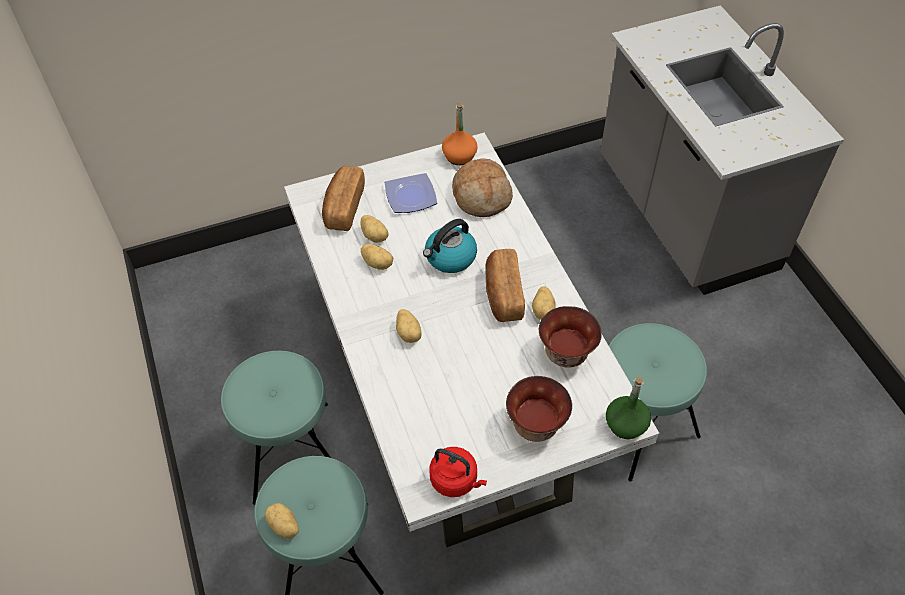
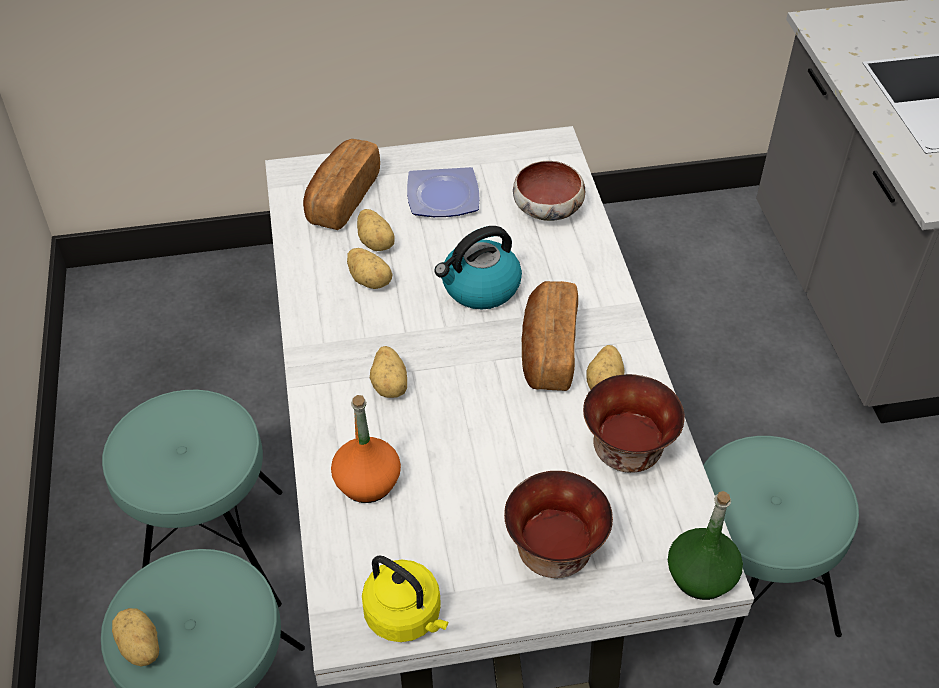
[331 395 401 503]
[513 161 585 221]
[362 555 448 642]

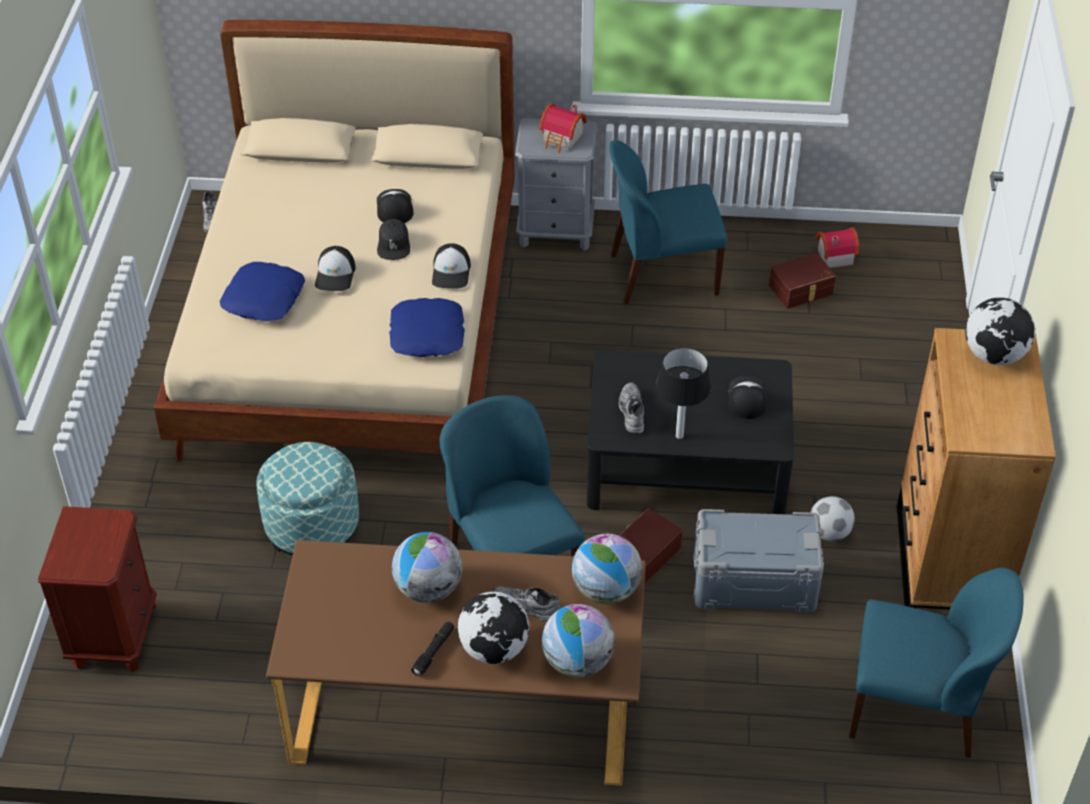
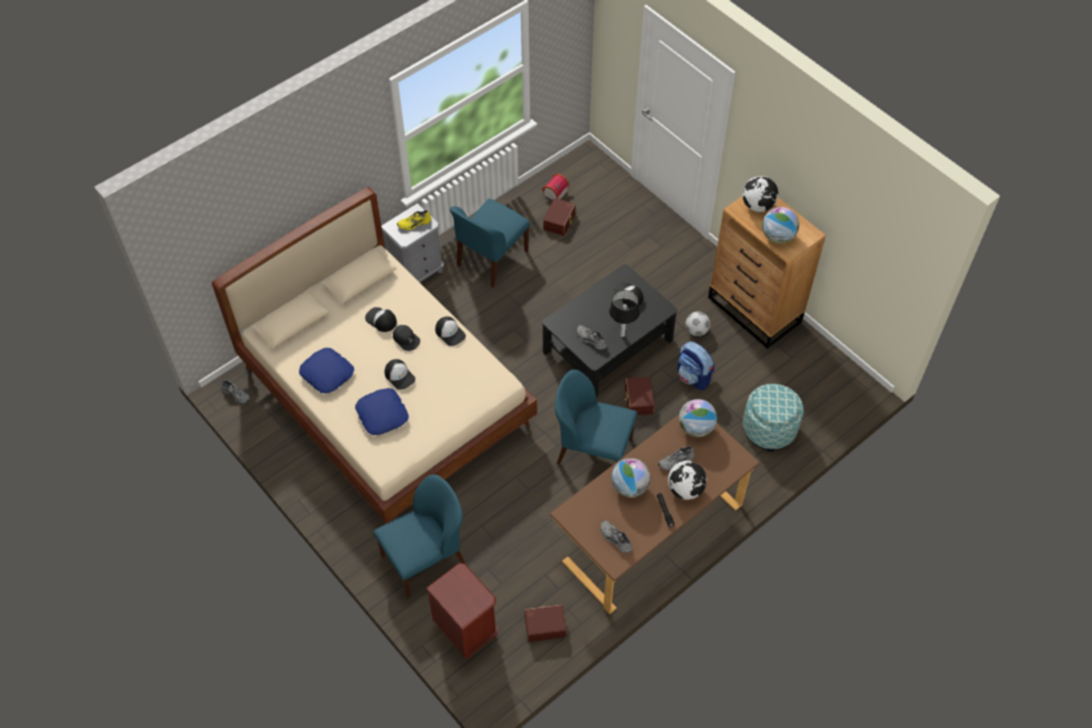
[397 210 431 230]
[299 348 354 394]
[743 384 804 452]
[677 341 715 390]
[373 474 466 598]
[762 207 799 244]
[601 520 632 553]
[524 605 566 642]

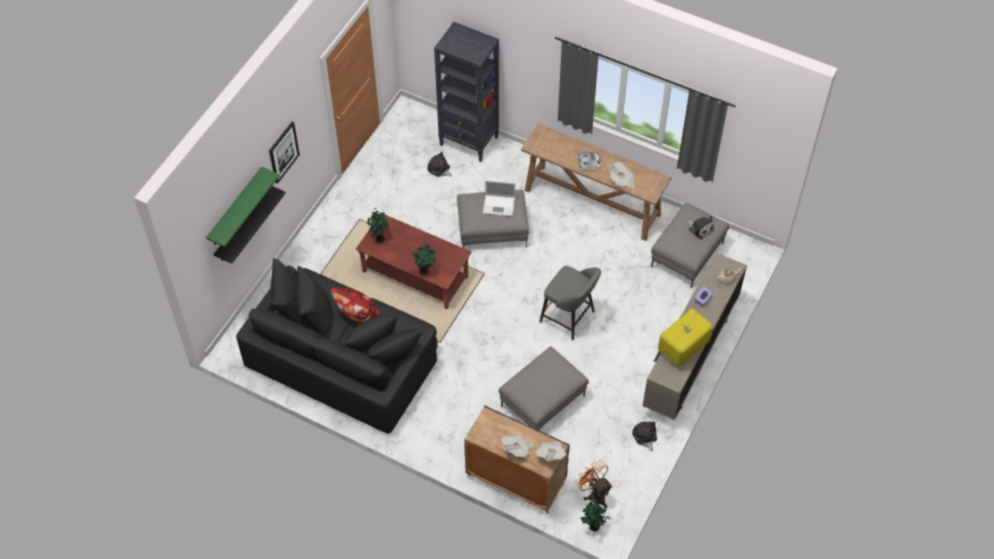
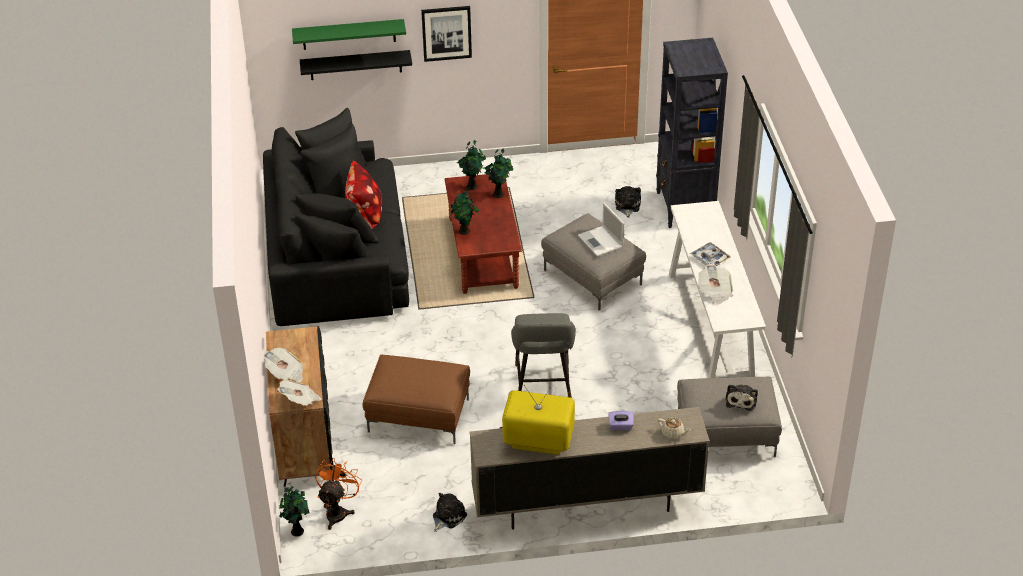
[669 201 766 378]
[363 355 470 444]
[483 149 513 198]

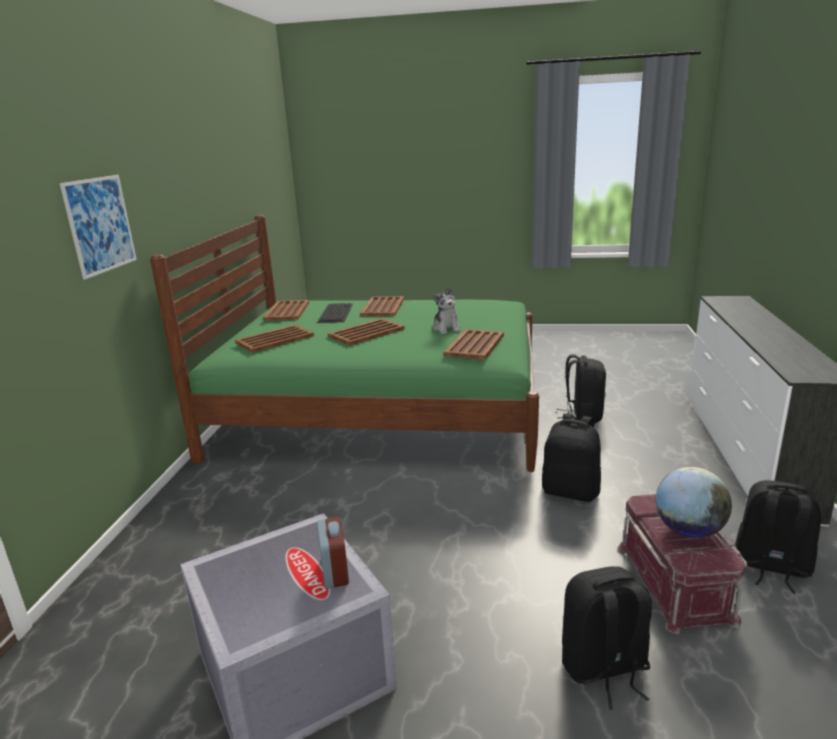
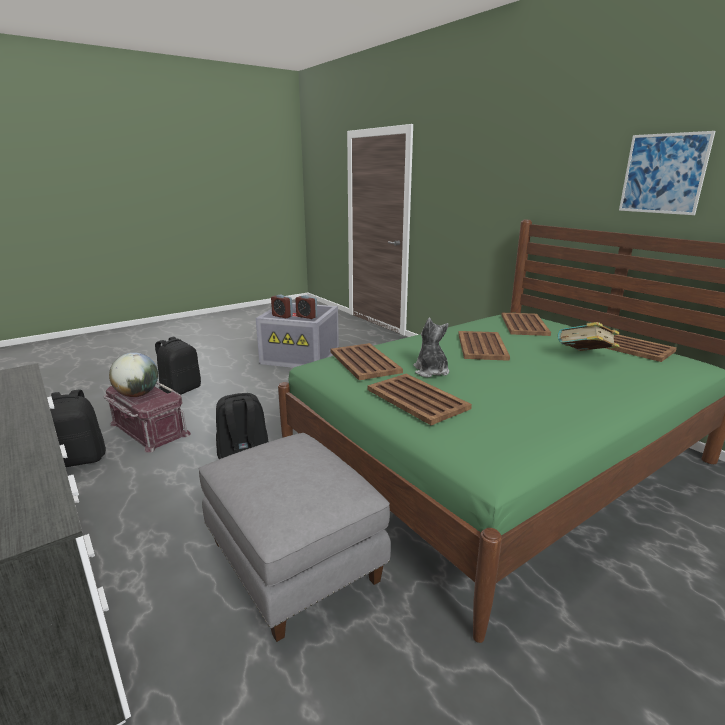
[619 131 715 215]
[413 318 449 378]
[368 374 472 425]
[557 322 620 351]
[199 433 391 642]
[295 295 317 319]

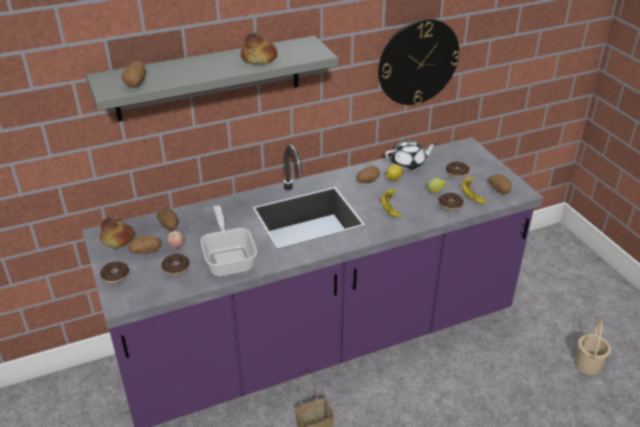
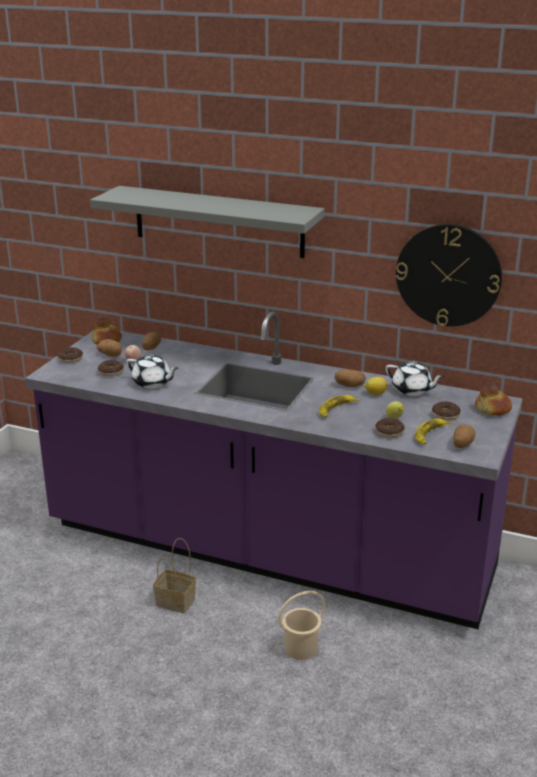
[475 383 512 416]
[122 61 146 87] (first image)
[126 355 178 389]
[278 591 325 660]

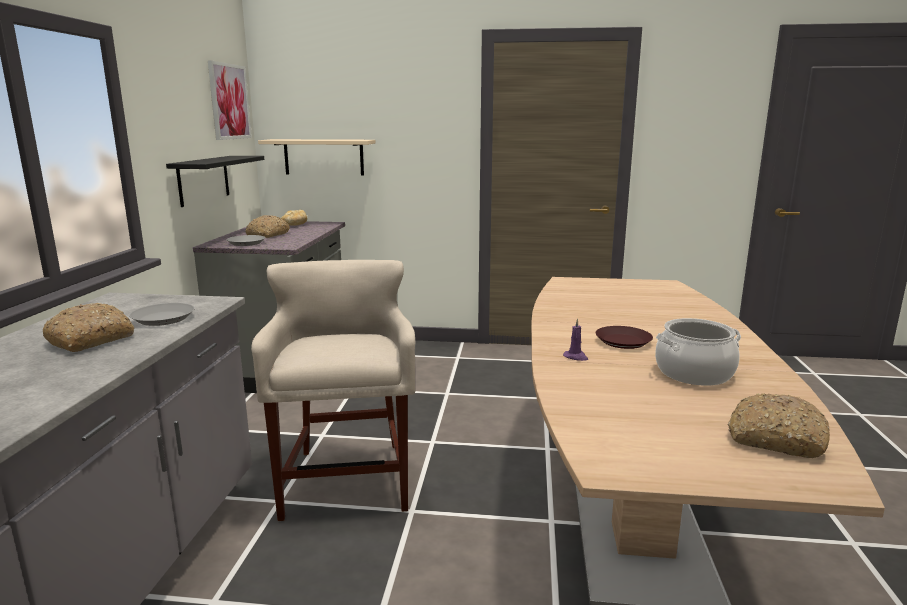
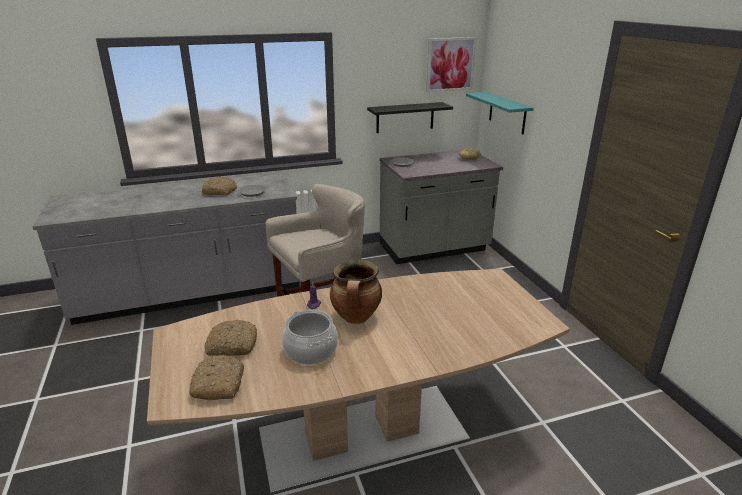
[466 92 534 134]
[204 320 257 356]
[330 260 382 324]

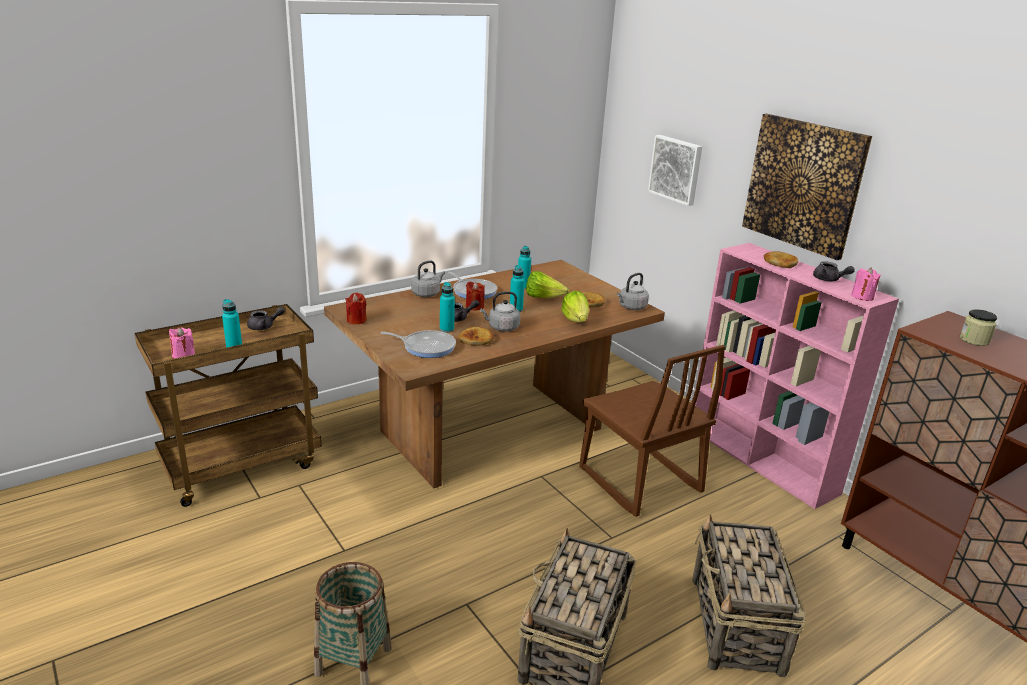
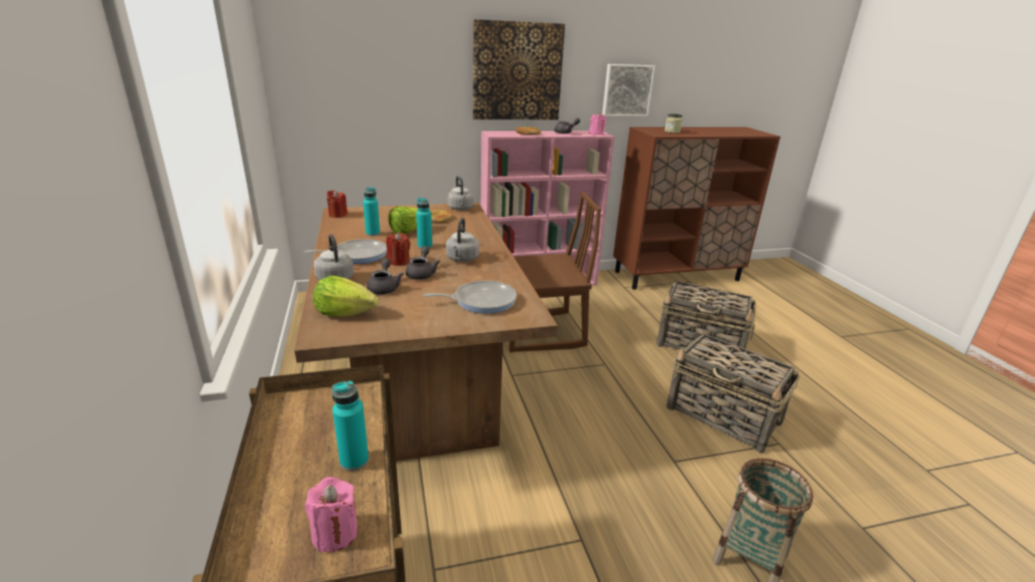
[602 64 655 117]
[440 282 455 333] (first image)
[313 276 378 317]
[327 190 348 218]
[367 258 404 294]
[458 327 494 346] (first image)
[423 281 517 314]

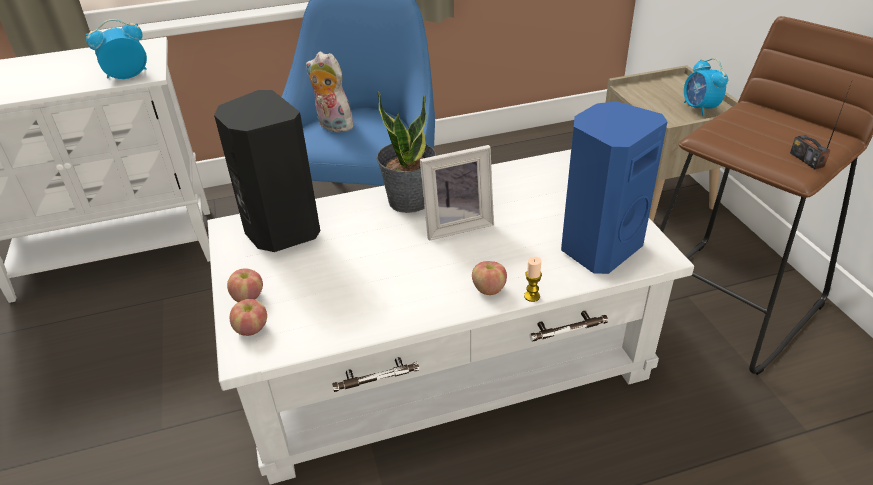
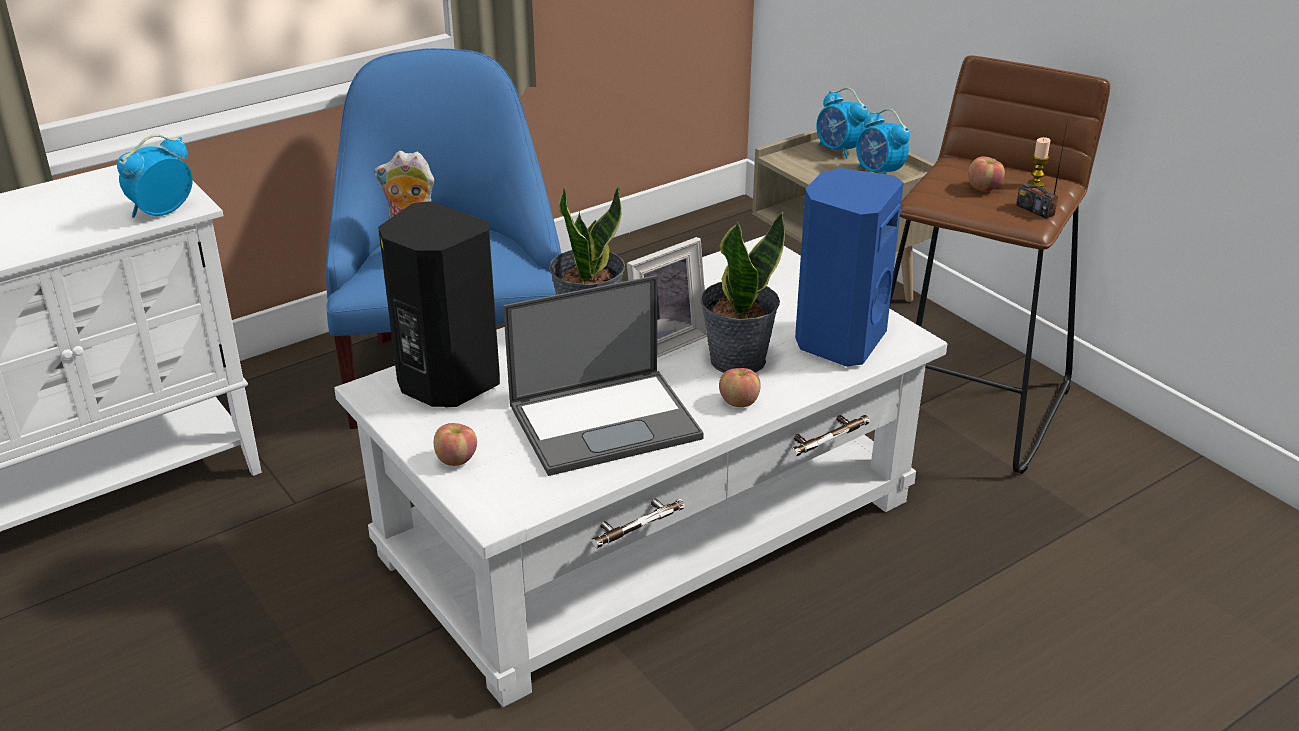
[1028 137 1051 187]
[968 156 1005 191]
[816 88 868 159]
[700 211 785 373]
[503 275 704 476]

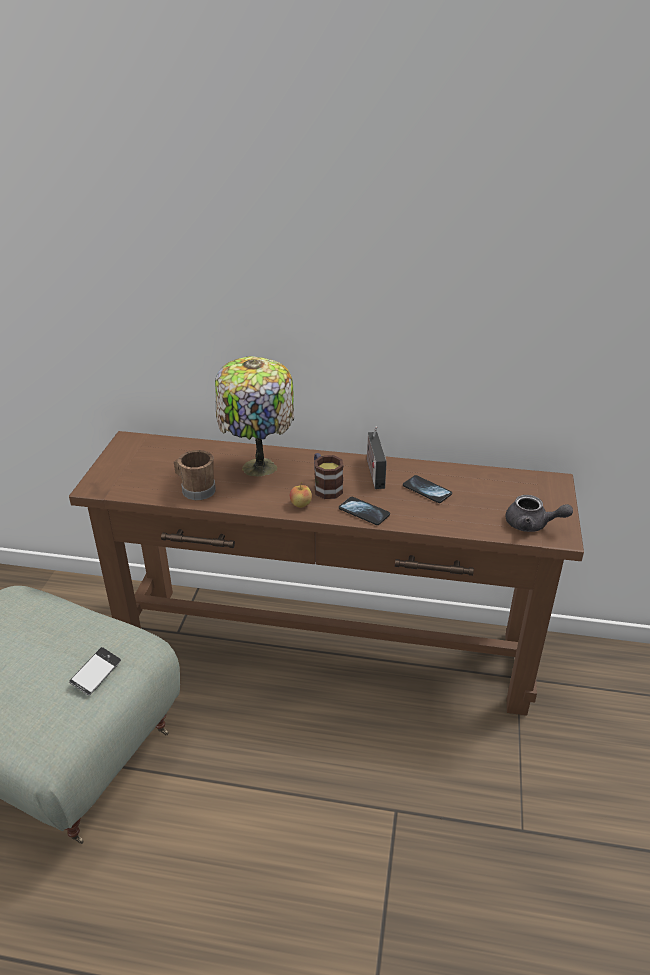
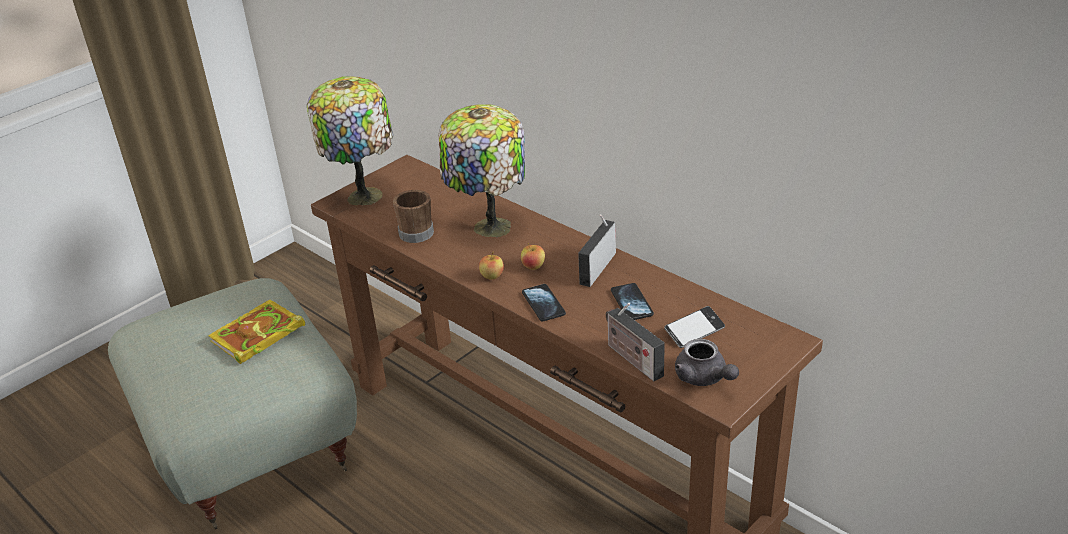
[521 243 545 270]
[664 306 725 348]
[307 76 393 206]
[208 300 305 364]
[606 303 665 381]

